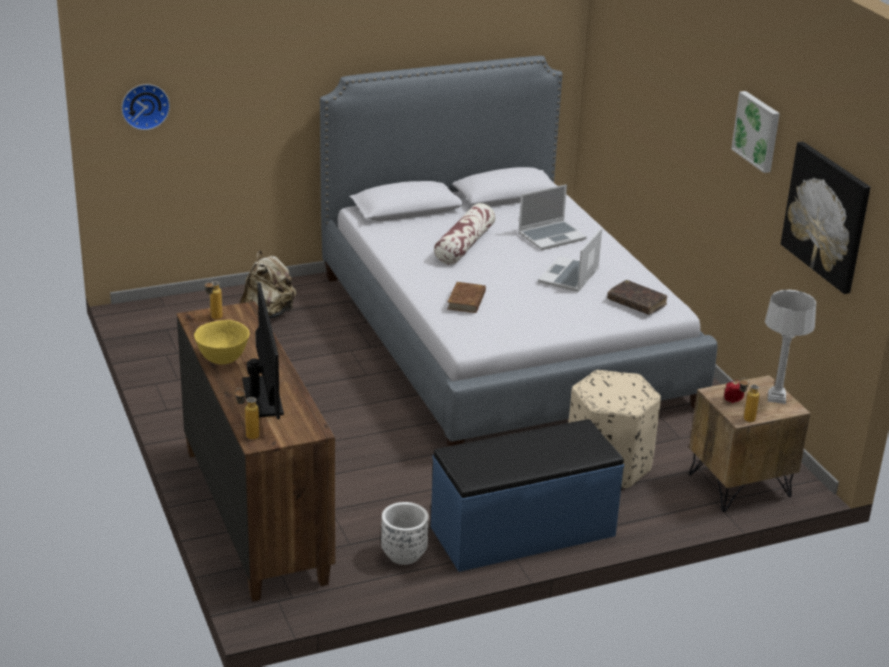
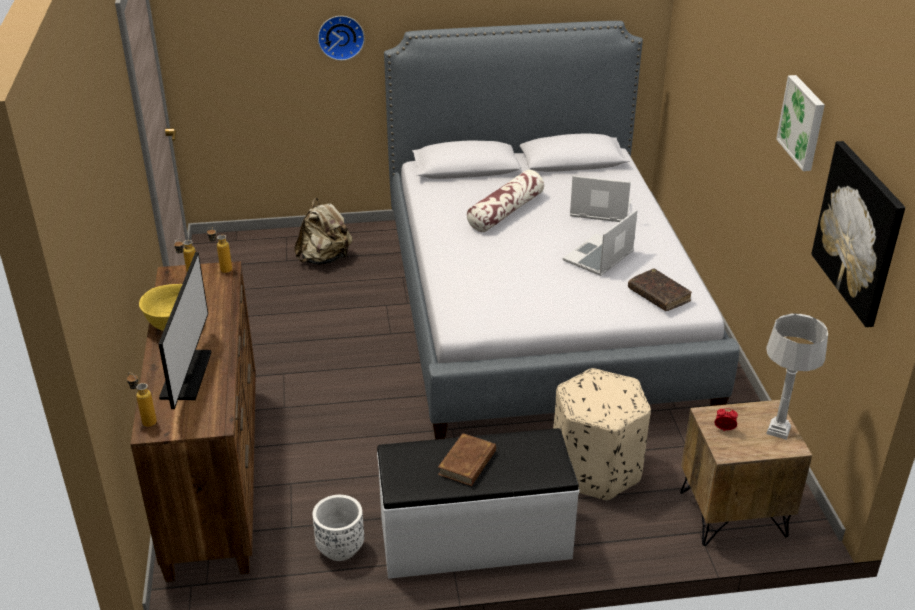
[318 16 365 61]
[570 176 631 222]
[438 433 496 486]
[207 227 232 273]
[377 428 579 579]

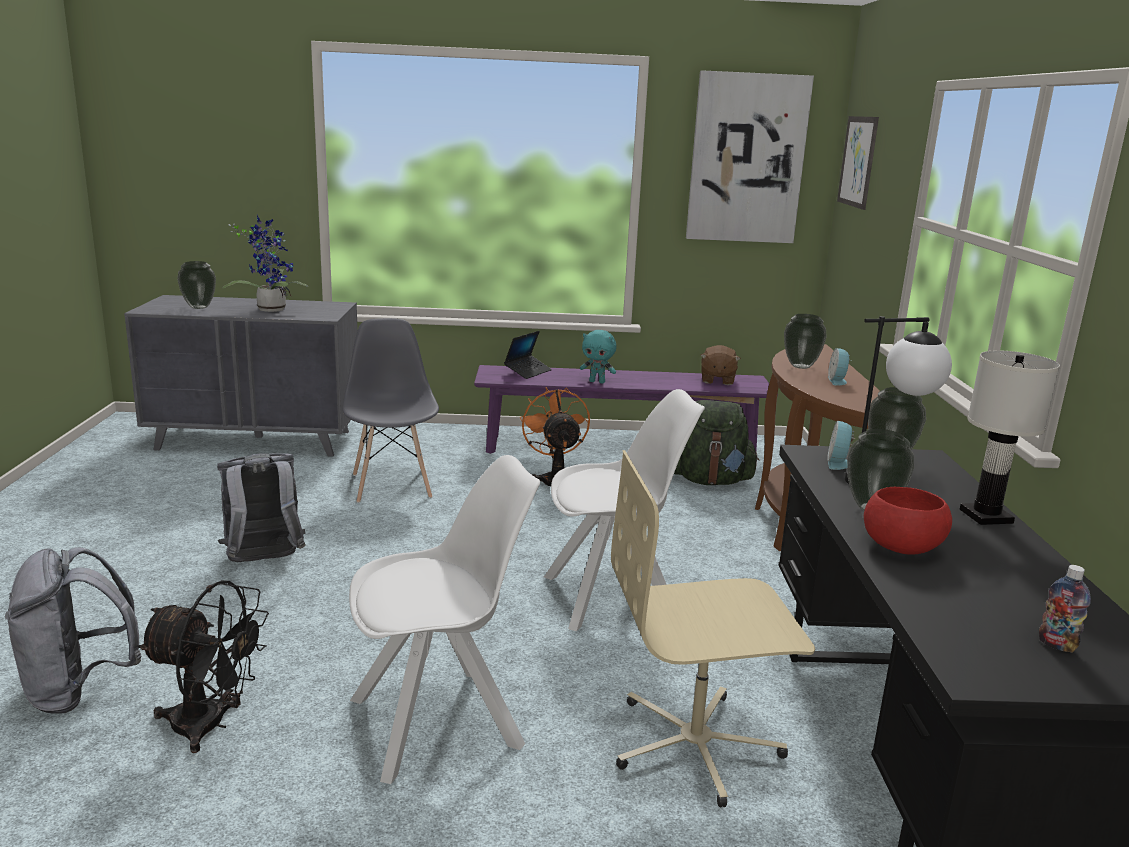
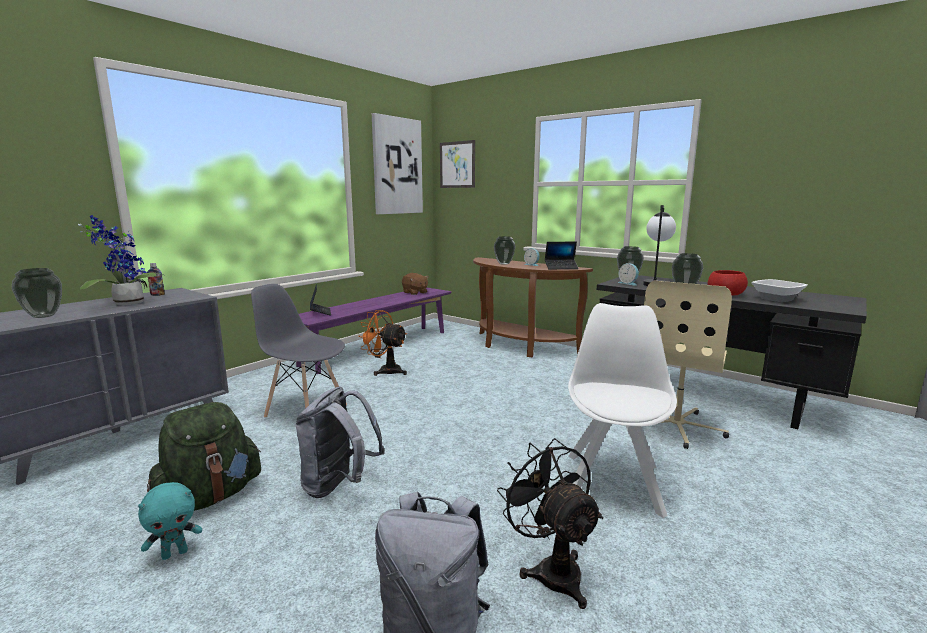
[138 482 202 560]
[960 350 1060 525] (first image)
[544 389 705 631] (first image)
[147 402 261 511]
[147 263 165 296]
[497 438 603 609]
[545 242 579 269]
[751 279 808 302]

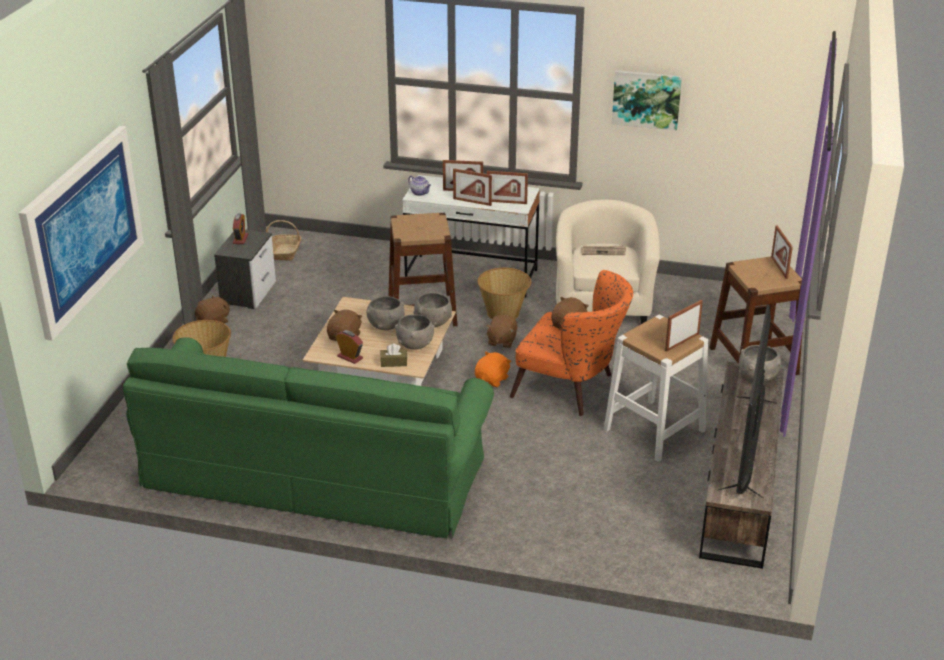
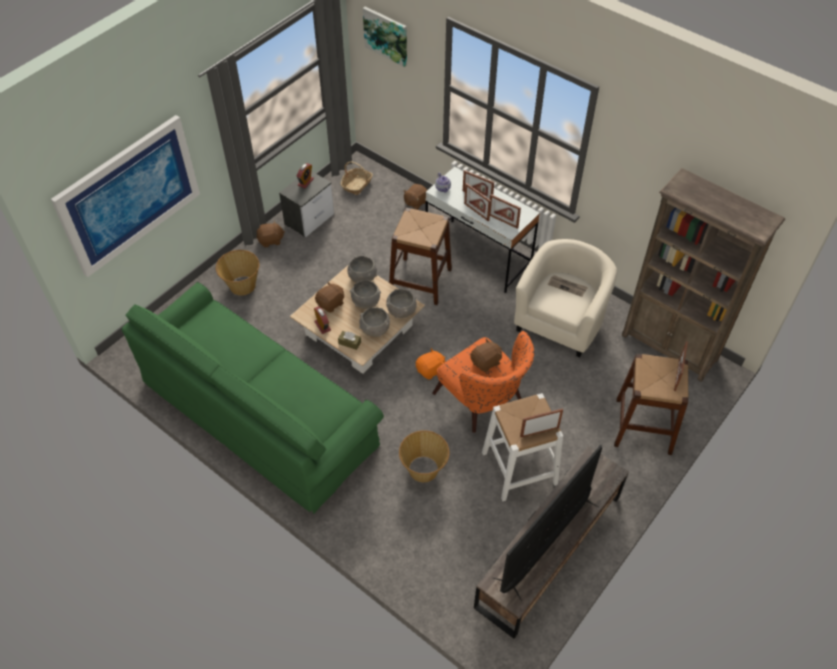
[363 6 407 67]
[399 430 449 482]
[403 184 427 210]
[347 256 377 283]
[622 168 785 382]

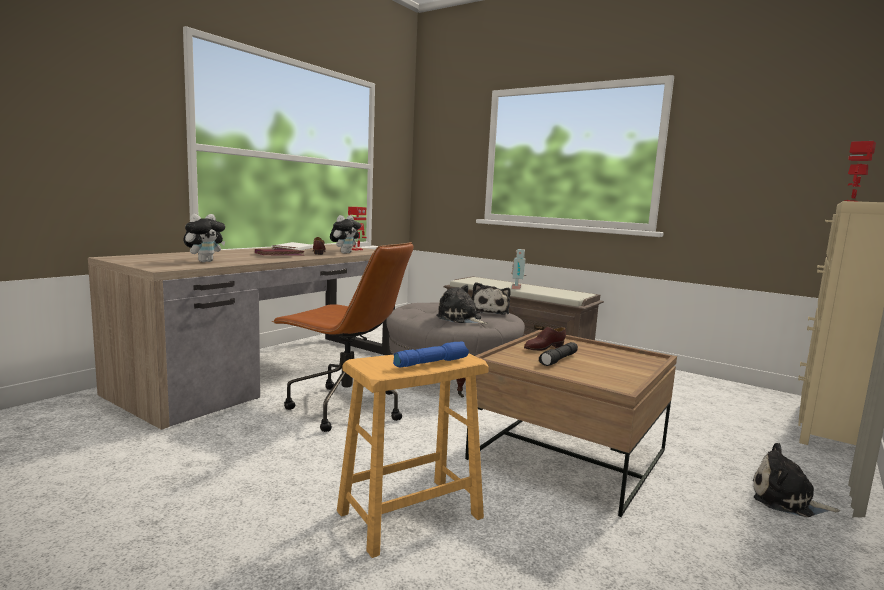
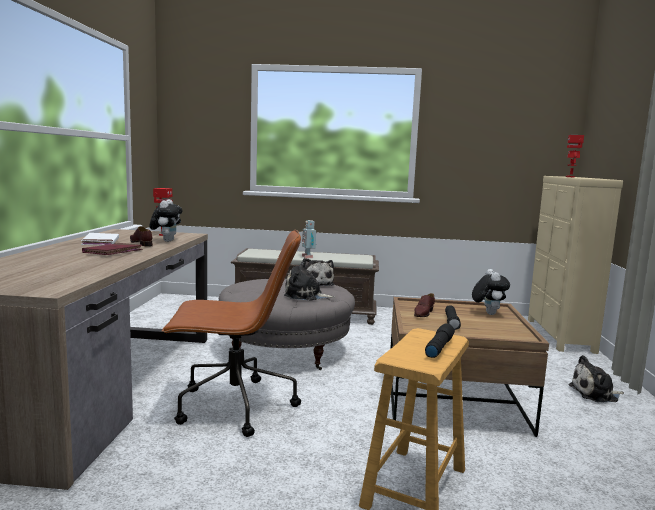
[472 269 510 315]
[425 323 455 358]

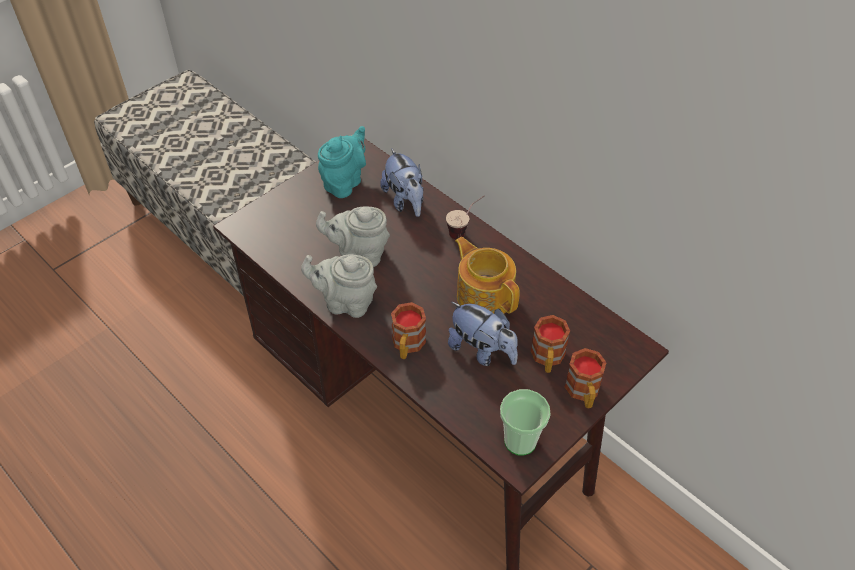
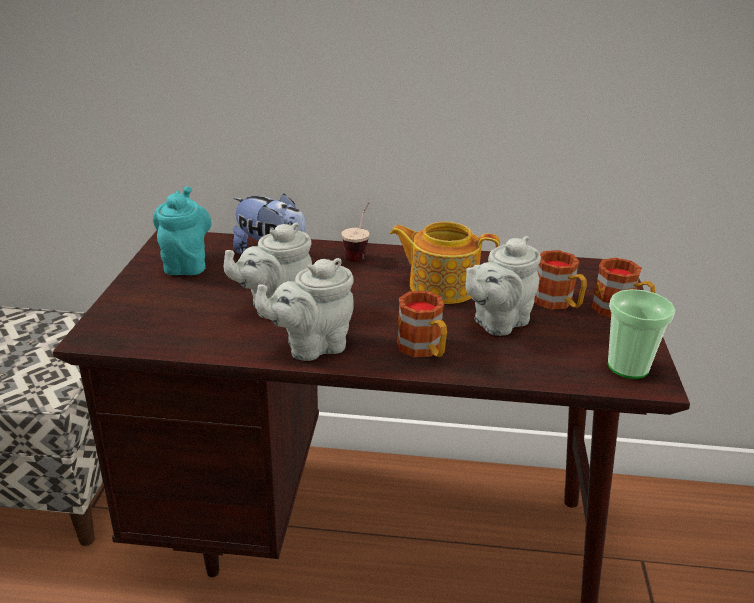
[465 236 541 336]

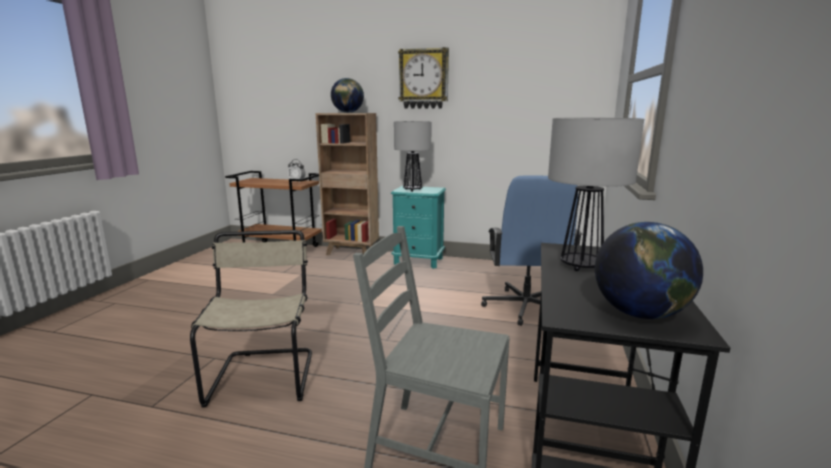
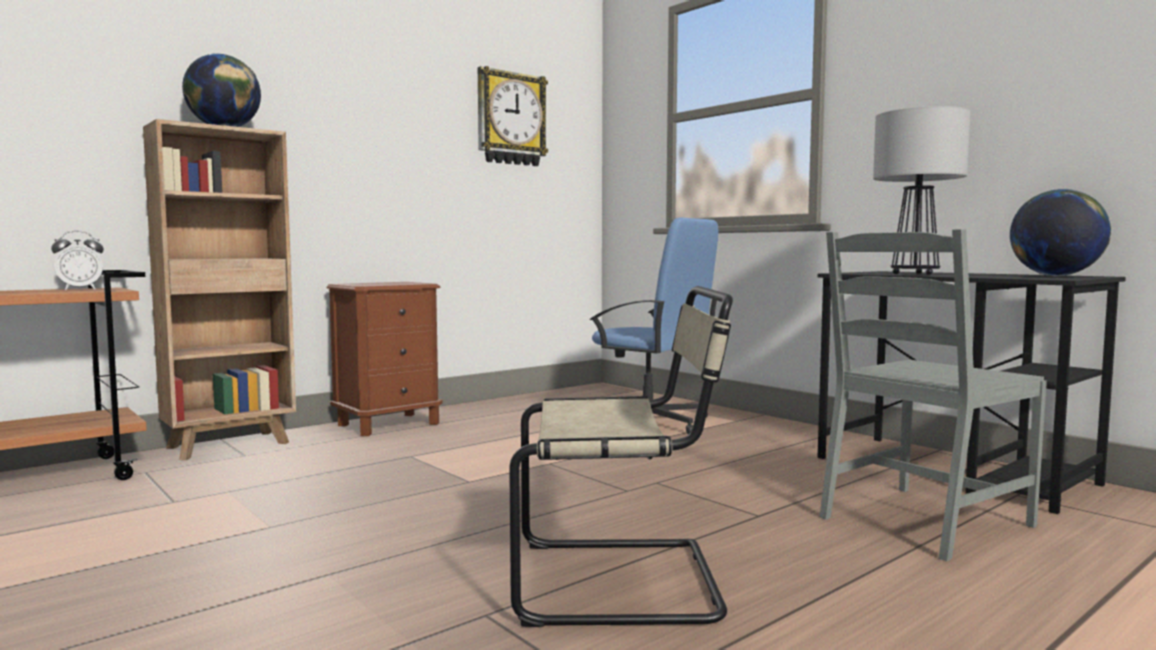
[478 66 548 166]
[394 121 432 192] (first image)
[326 282 443 436]
[509 286 733 627]

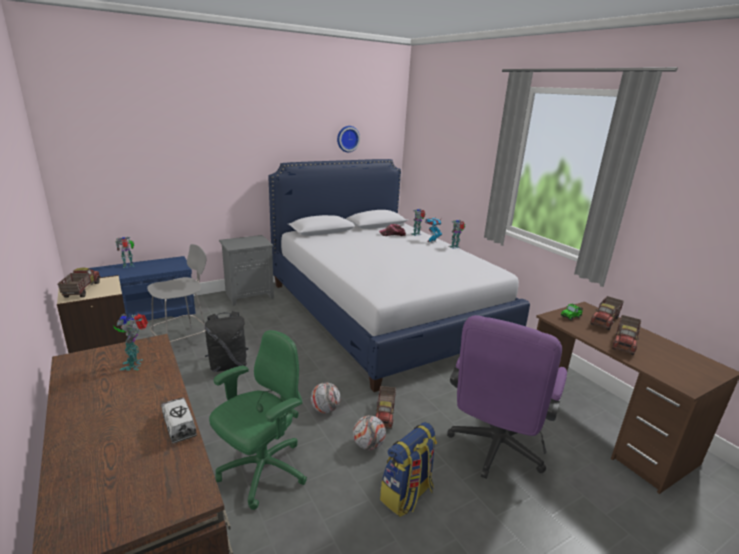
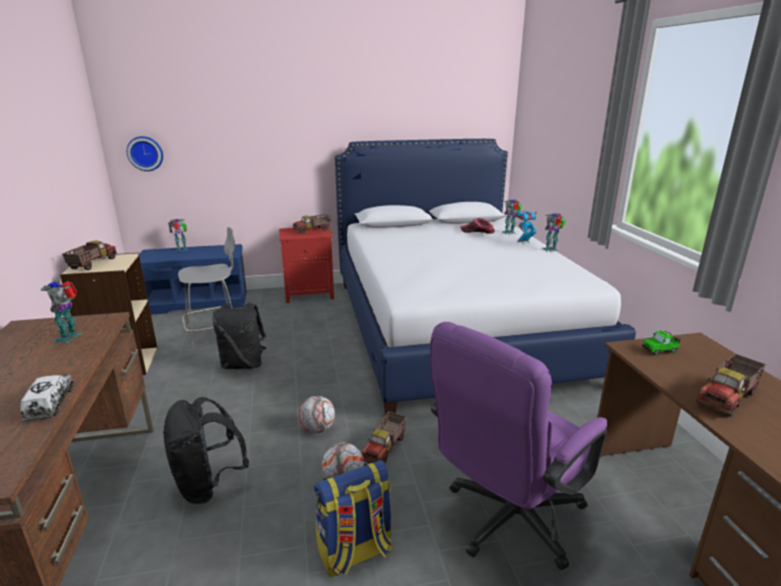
[126 136 163 171]
[279 226 334 303]
[293 214 331 234]
[163 397 249 504]

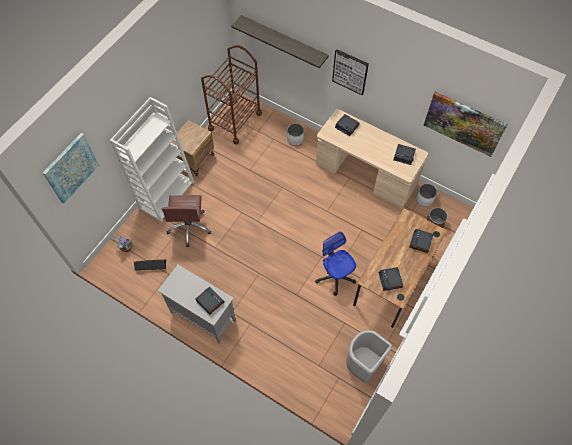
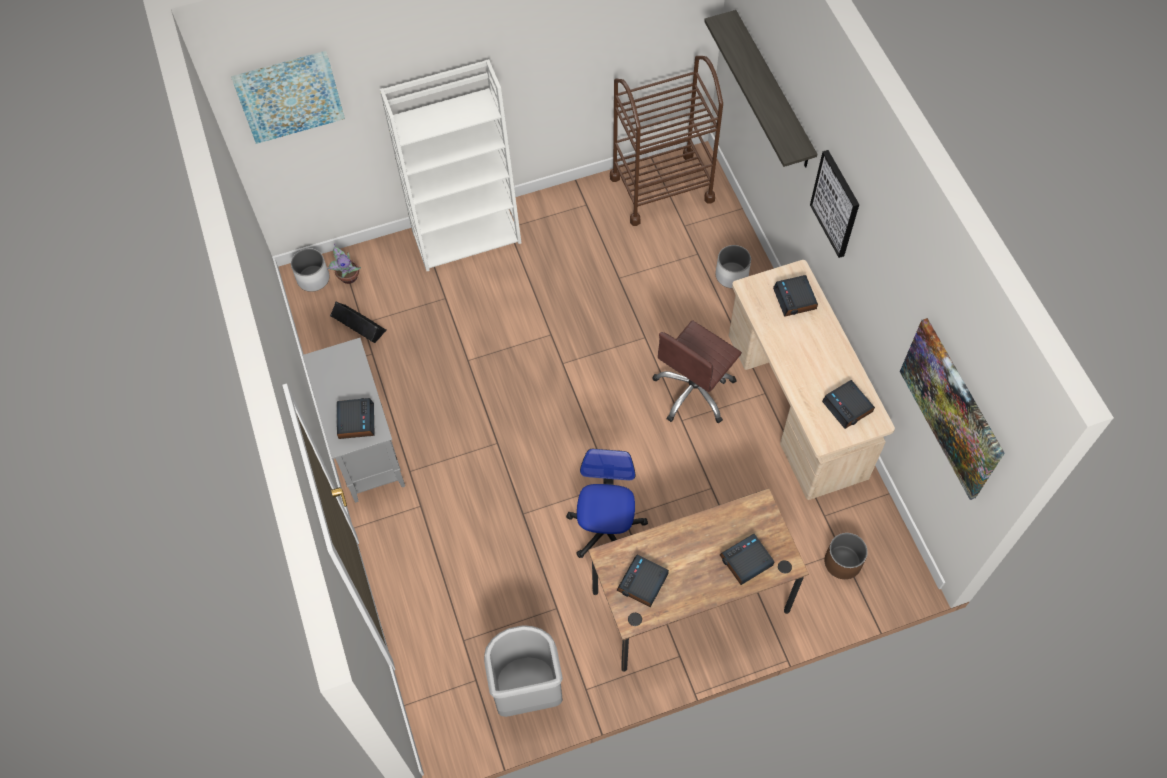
[171 120 214 176] (first image)
[291 249 329 292]
[652 320 742 423]

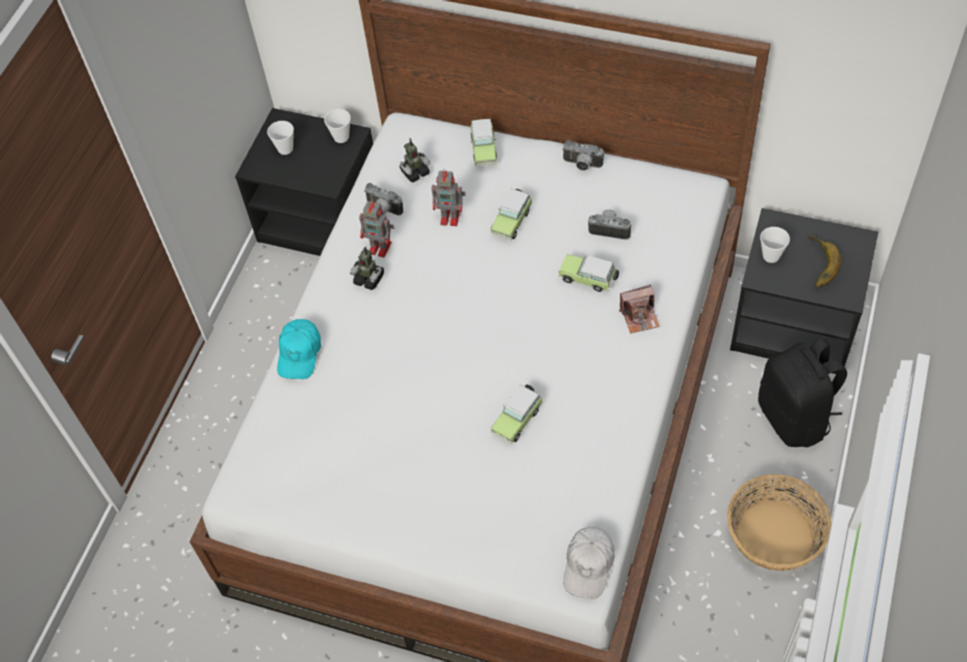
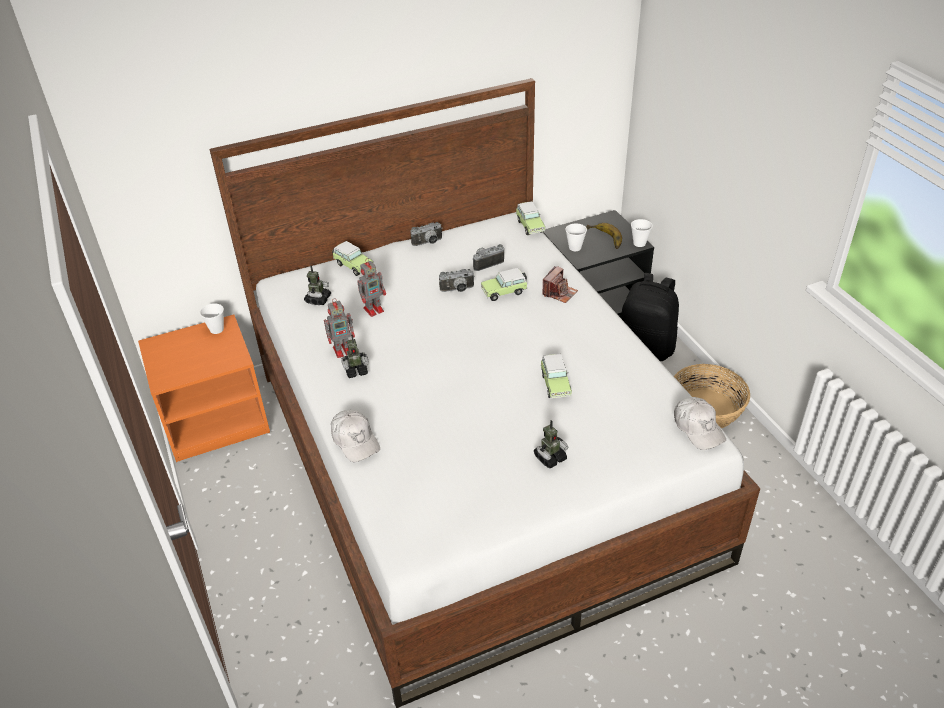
[138 315 270 462]
[631 219 653 247]
[439 269 474 292]
[516 201 545 235]
[331 410 380 462]
[534 420 569 468]

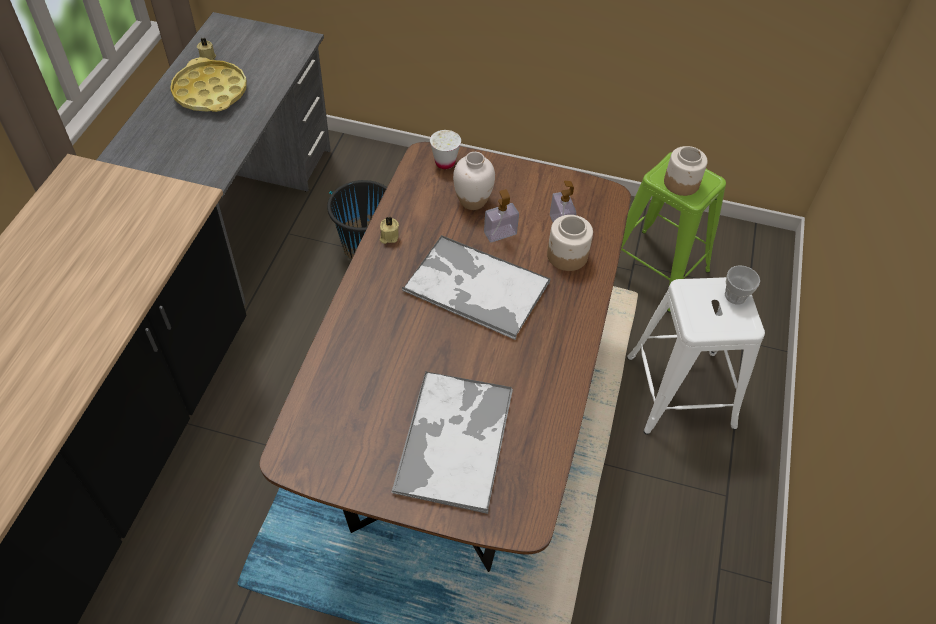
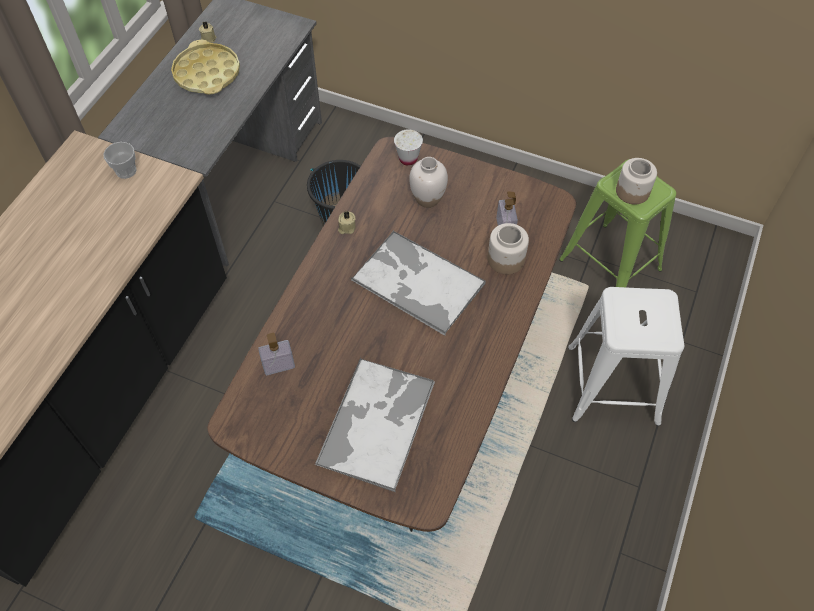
[258 333 295 375]
[103 142 136 179]

